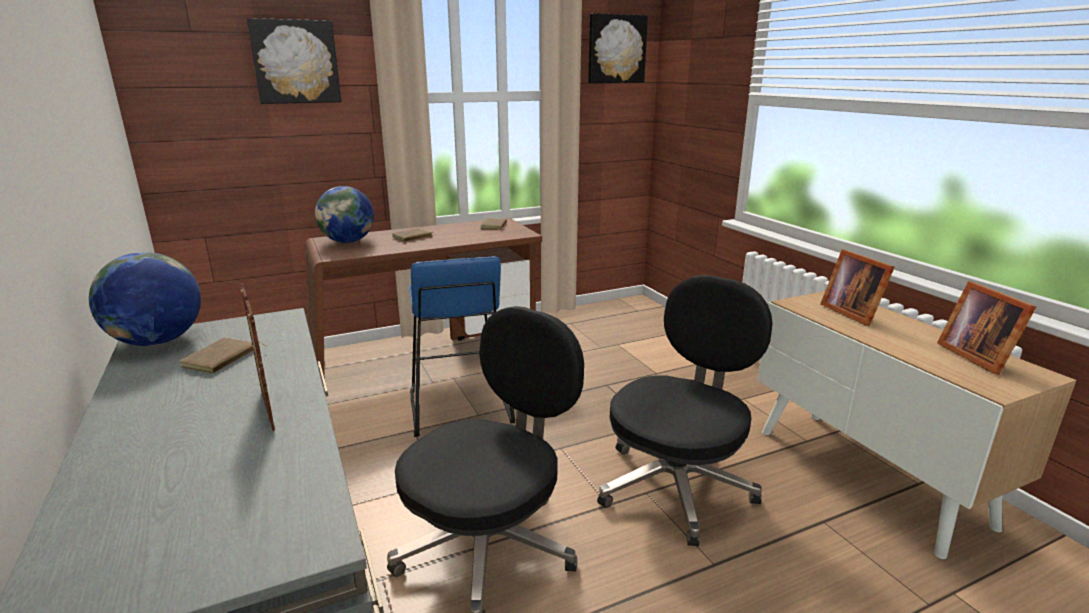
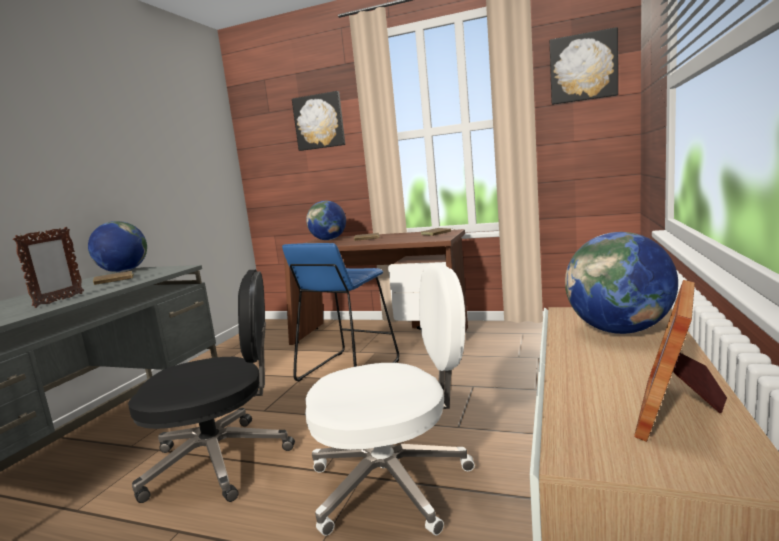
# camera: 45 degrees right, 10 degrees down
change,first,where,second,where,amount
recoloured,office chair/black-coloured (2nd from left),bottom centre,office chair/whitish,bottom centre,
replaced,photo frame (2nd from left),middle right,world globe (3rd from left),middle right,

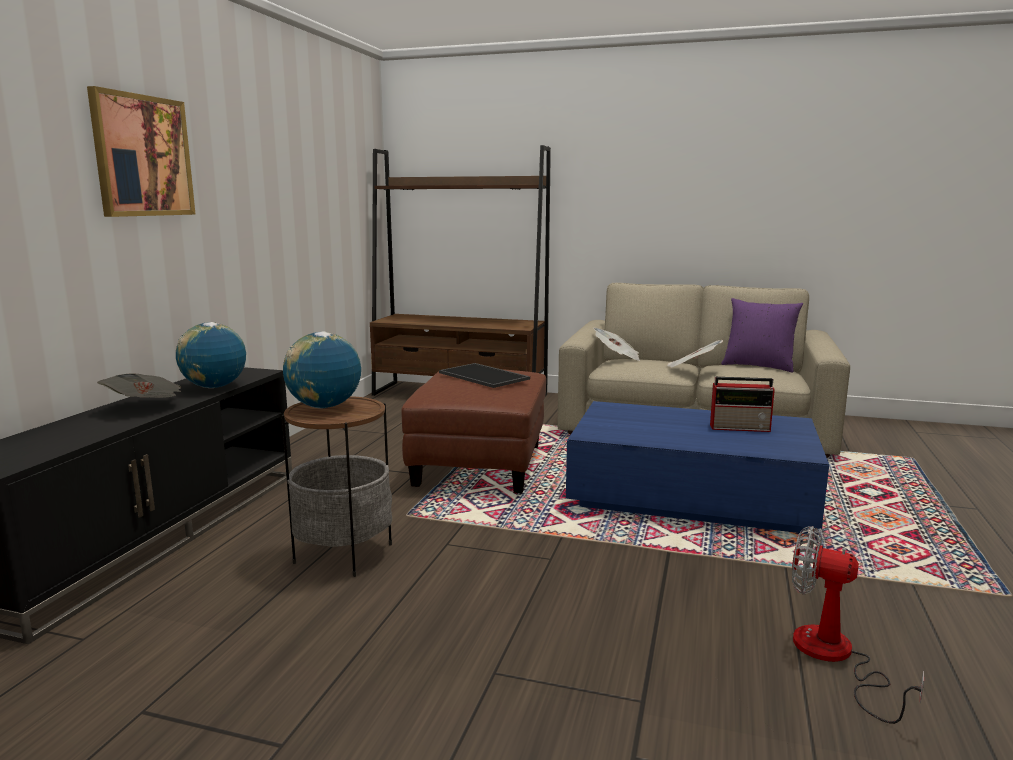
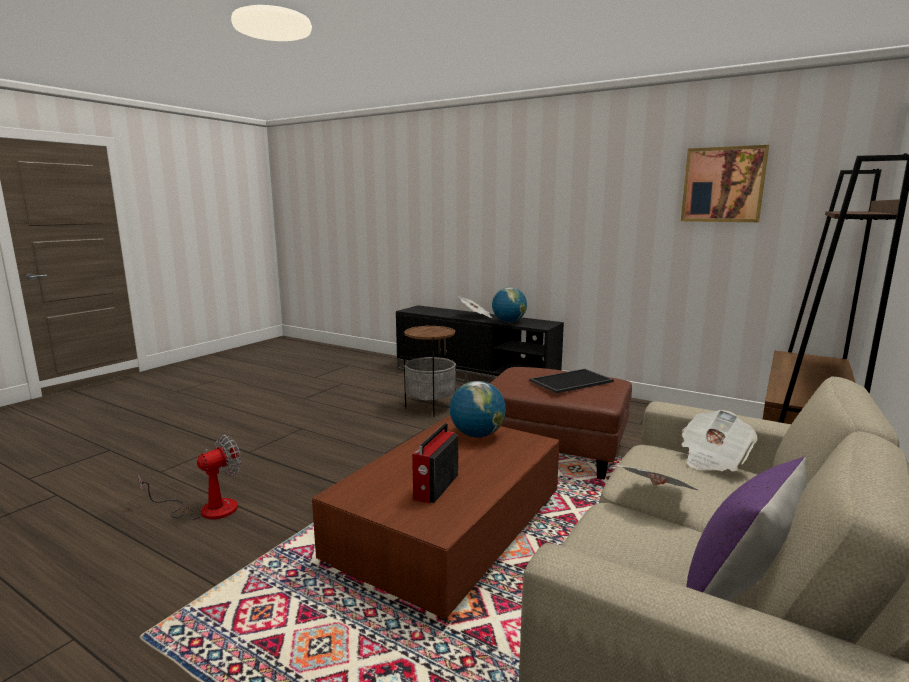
# camera: 105 degrees right, 0 degrees up
change,first,where,second,where,amount
moved,picture,top left,,top right,
moved,world globe (2nd from left in the first image),middle left,world globe (1st from left),centre,
recoloured,coffee table/bluish,middle right,coffee table/brown,bottom centre,

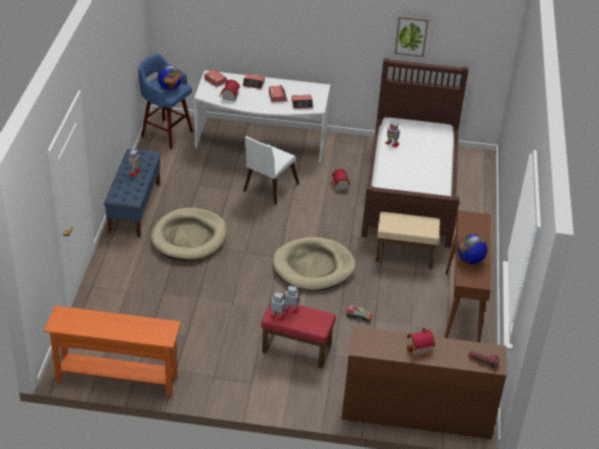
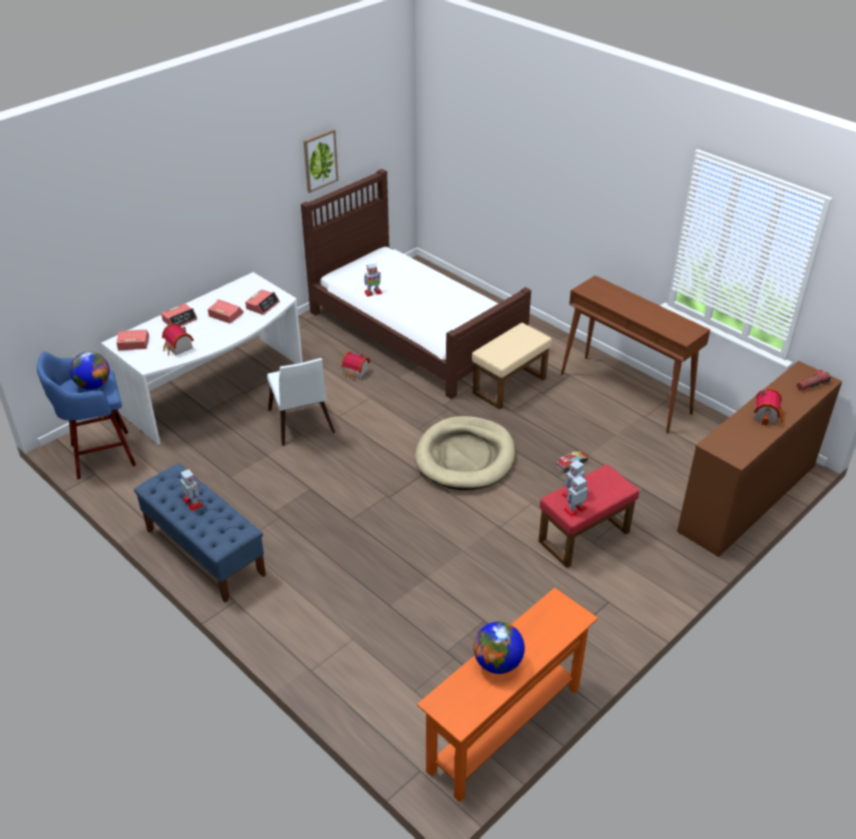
# camera: 50 degrees left, 0 degrees up
change,first,where,second,where,amount
removed,dog bed/beige-coloured (1st from left),middle left,,,
moved,world globe (2nd from left),middle right,,bottom centre,

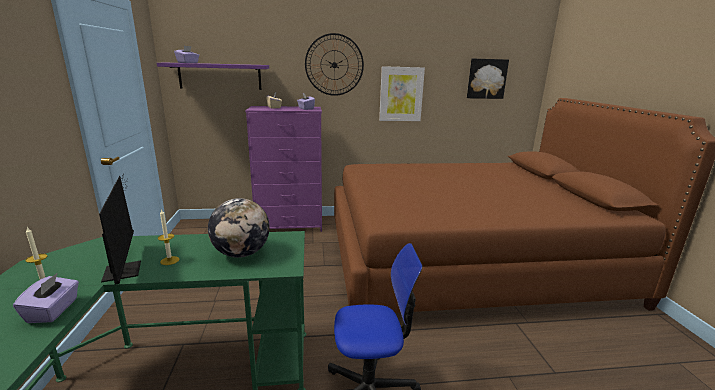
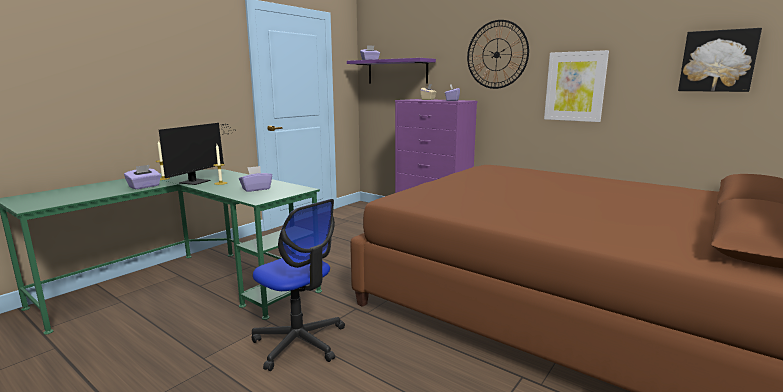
# camera: 45 degrees right, 5 degrees down
change,first,where,second,where,amount
replaced,world globe,centre,tissue box/purplish (2nd from left),middle left,

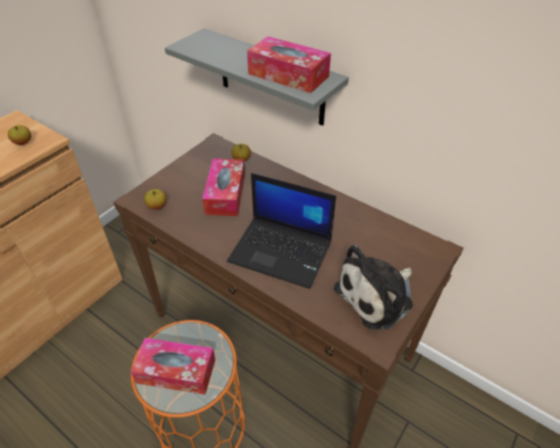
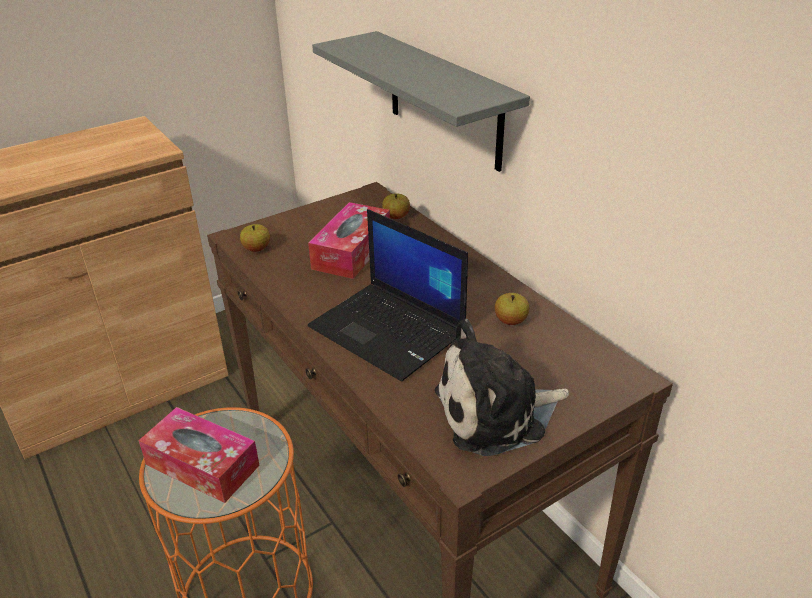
# camera: 20 degrees right, 10 degrees down
change,first,where,second,where,amount
moved,whole apple (1st from left in the first image),top left,whole apple (3rd from left),centre,
removed,tissue box (3rd from left),top centre,,,

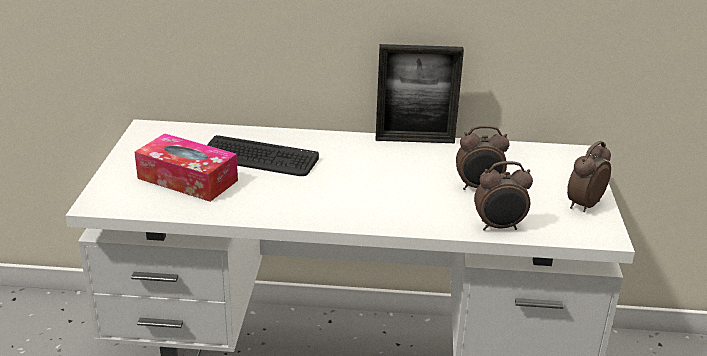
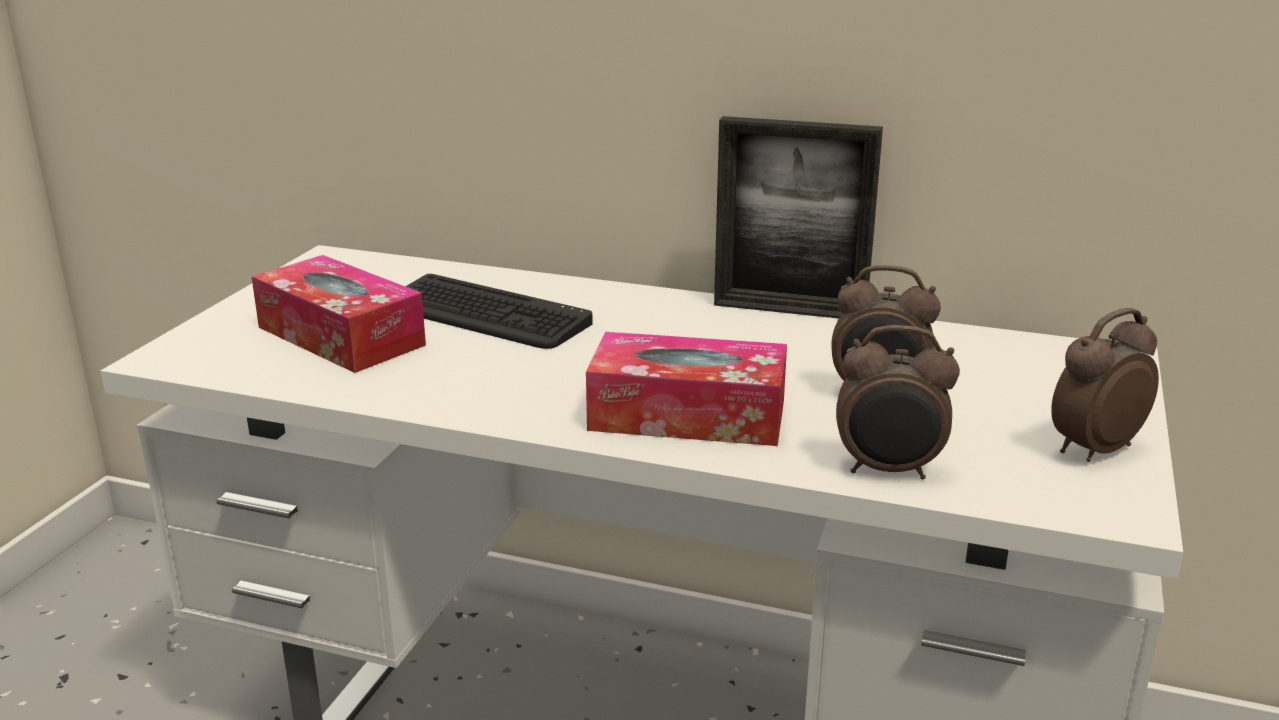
# camera: 15 degrees right, 5 degrees down
change,first,where,second,where,amount
added,,,tissue box (2nd from left),centre,

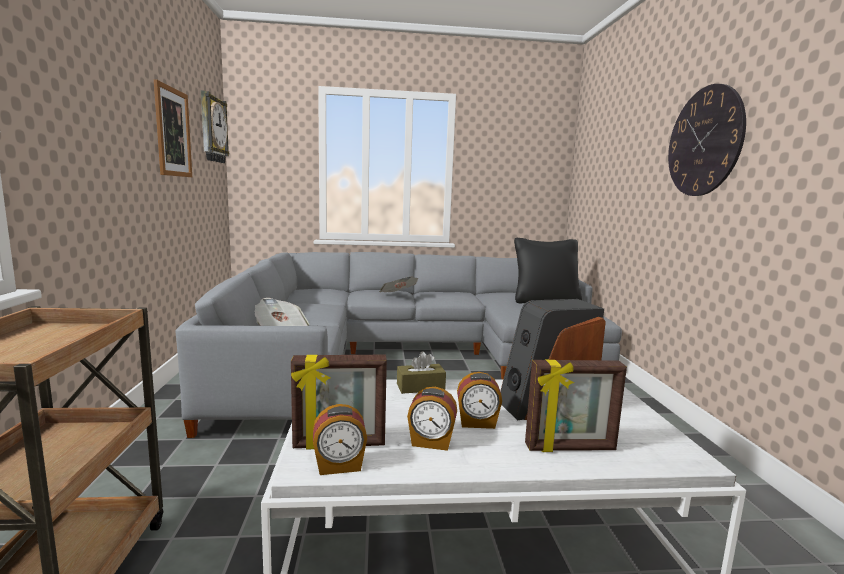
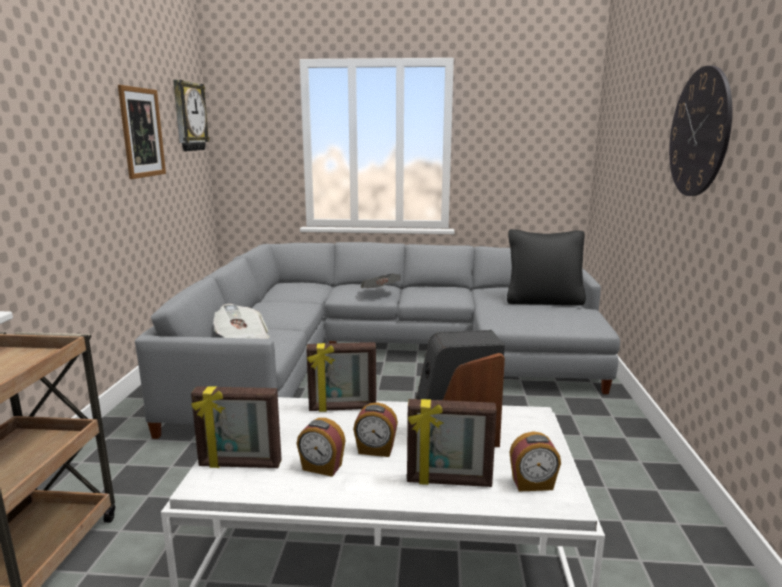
# camera: 10 degrees right, 5 degrees up
change,first,where,second,where,amount
moved,bedside clock (1st from left in the first image),bottom centre,bedside clock (3rd from left),bottom right,
replaced,tissue box/brown,centre,photo frame (2nd from left),centre,

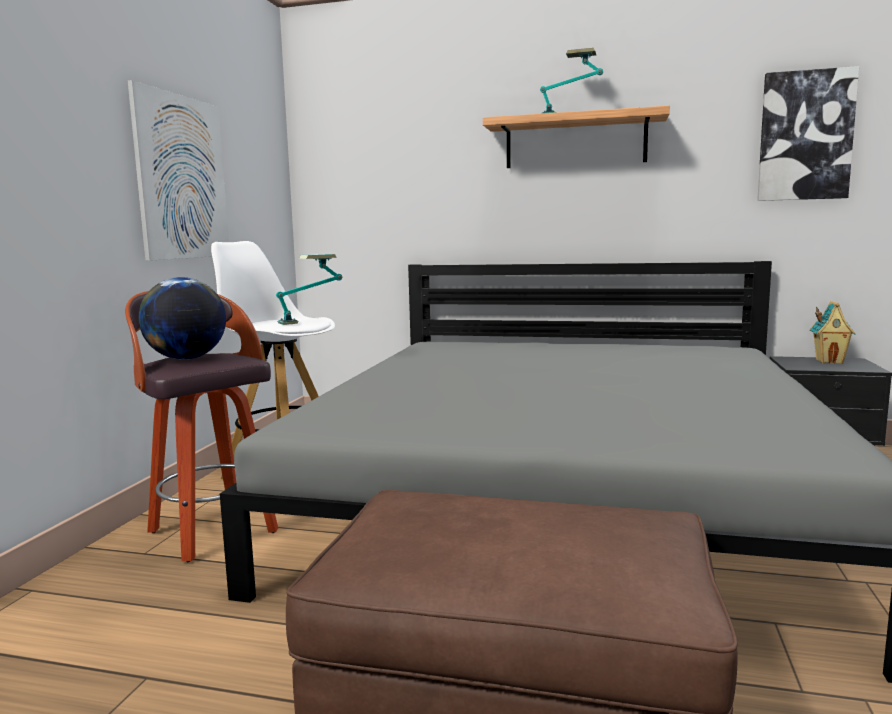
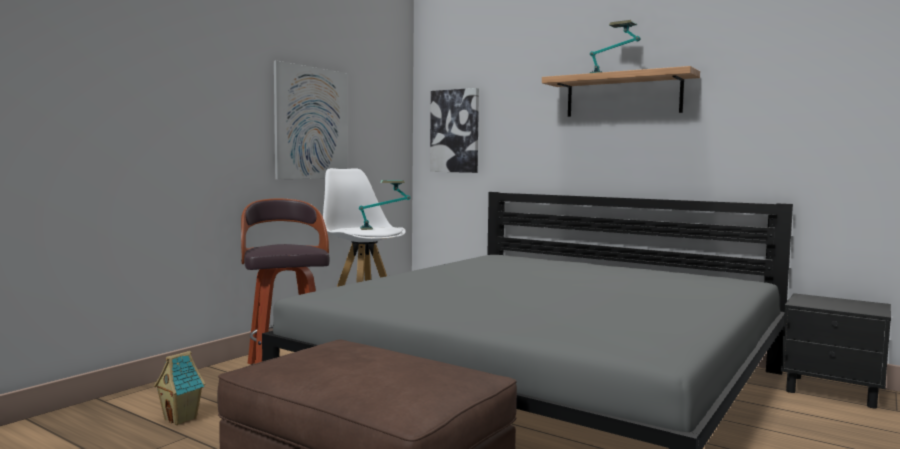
# camera: 20 degrees right, 5 degrees down
change,first,where,second,where,amount
removed,world globe,middle left,,,
moved,picture (2nd from left),top right,,top centre,
moved,miniature house,middle right,,bottom left,

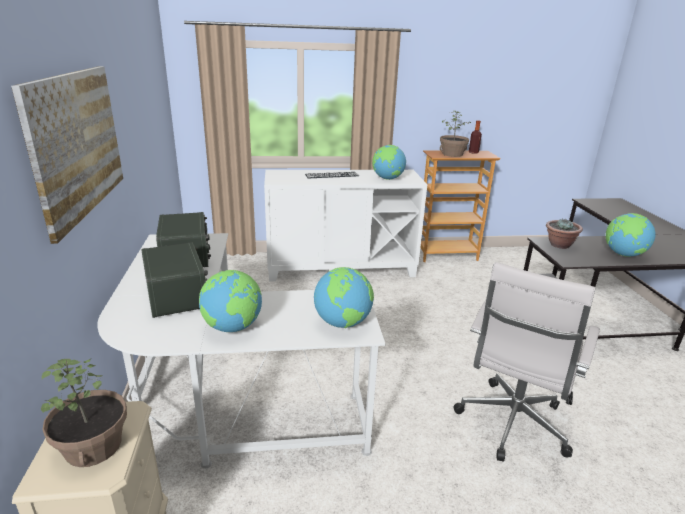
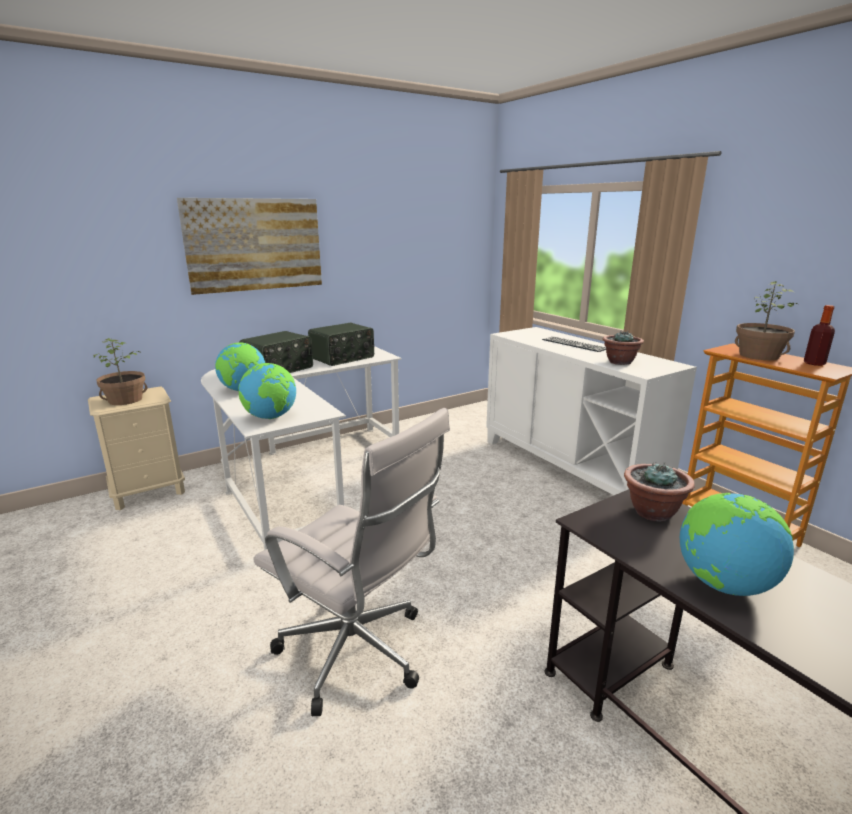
# camera: 65 degrees right, 5 degrees down
change,first,where,second,where,amount
replaced,world globe (3rd from left),top centre,plant in a pot (2nd from left),middle right,
turned,office chair/whitish,bottom right,,bottom centre,150 degrees counterclockwise

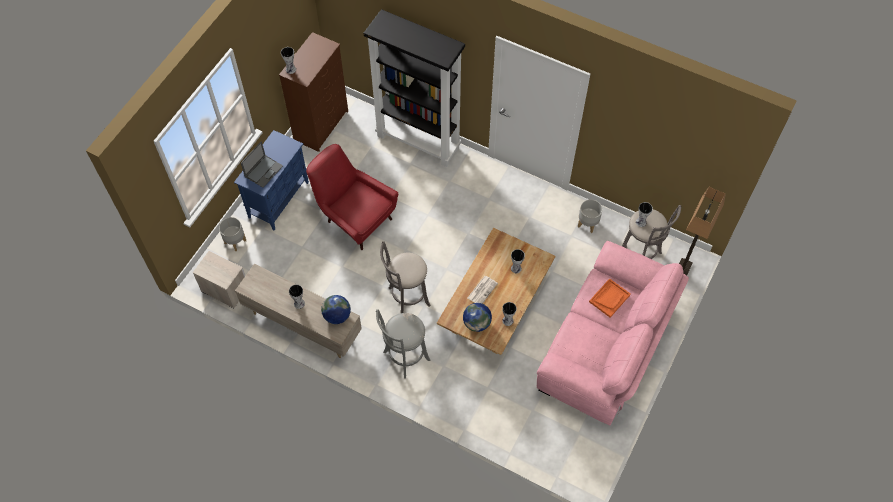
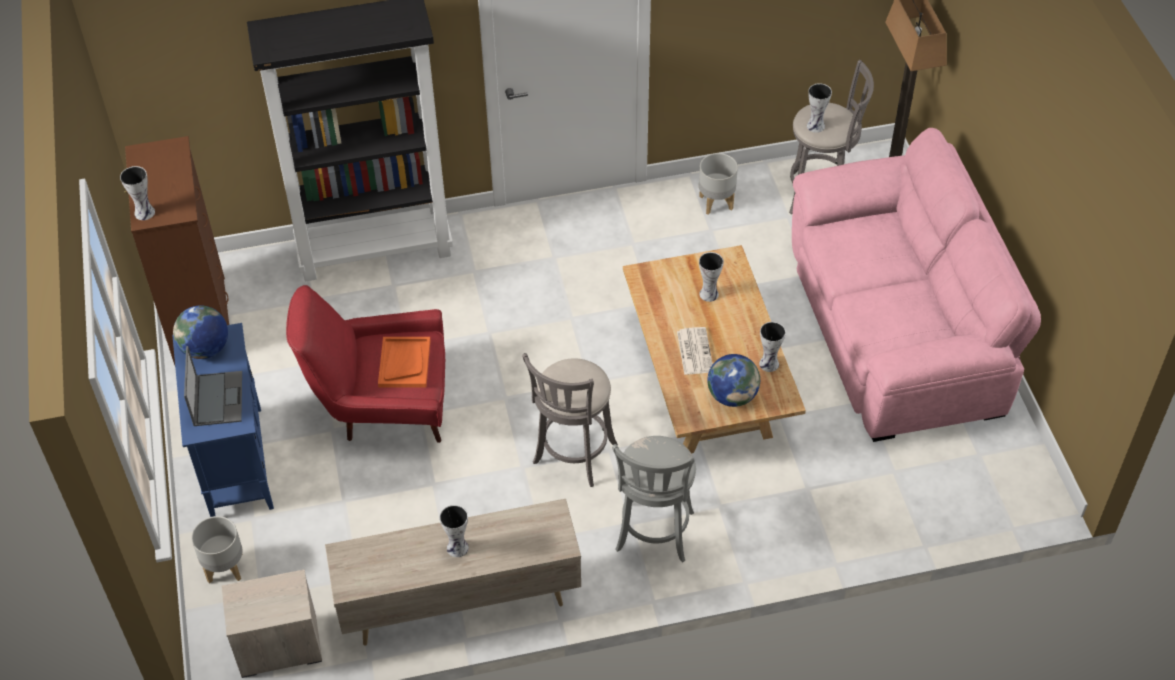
# camera: 40 degrees left, 10 degrees down
change,first,where,second,where,amount
moved,world globe (1st from left),centre,,middle left,
moved,serving tray/orangey,middle right,,centre,

